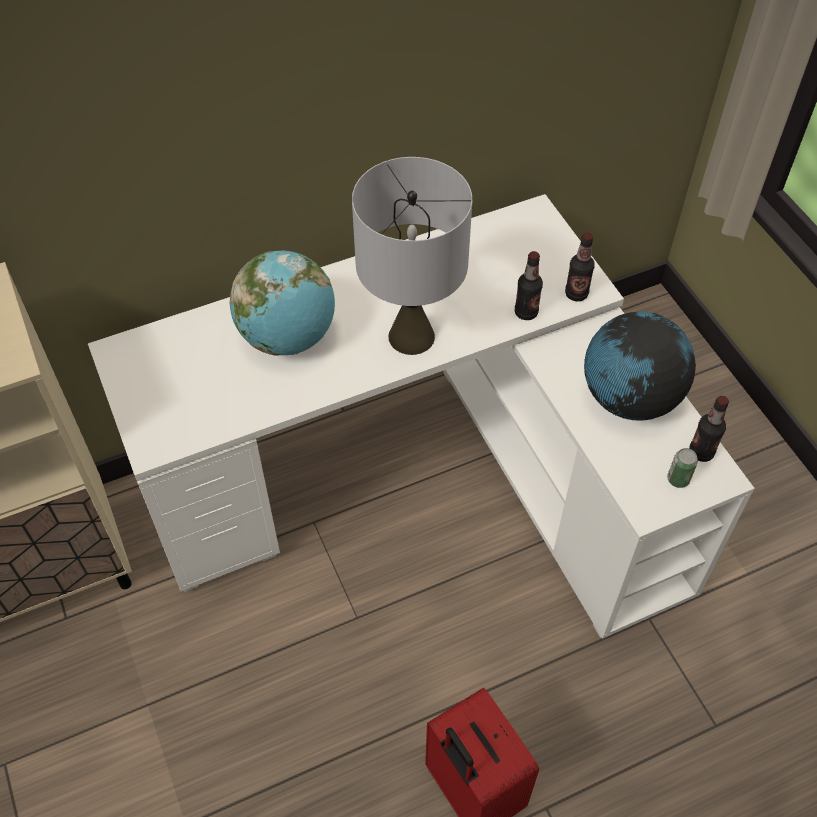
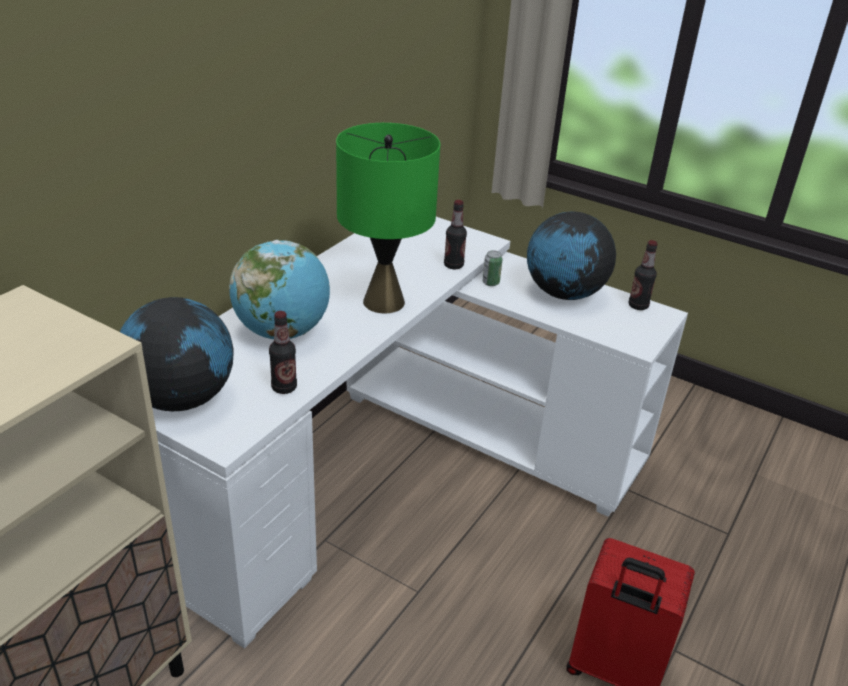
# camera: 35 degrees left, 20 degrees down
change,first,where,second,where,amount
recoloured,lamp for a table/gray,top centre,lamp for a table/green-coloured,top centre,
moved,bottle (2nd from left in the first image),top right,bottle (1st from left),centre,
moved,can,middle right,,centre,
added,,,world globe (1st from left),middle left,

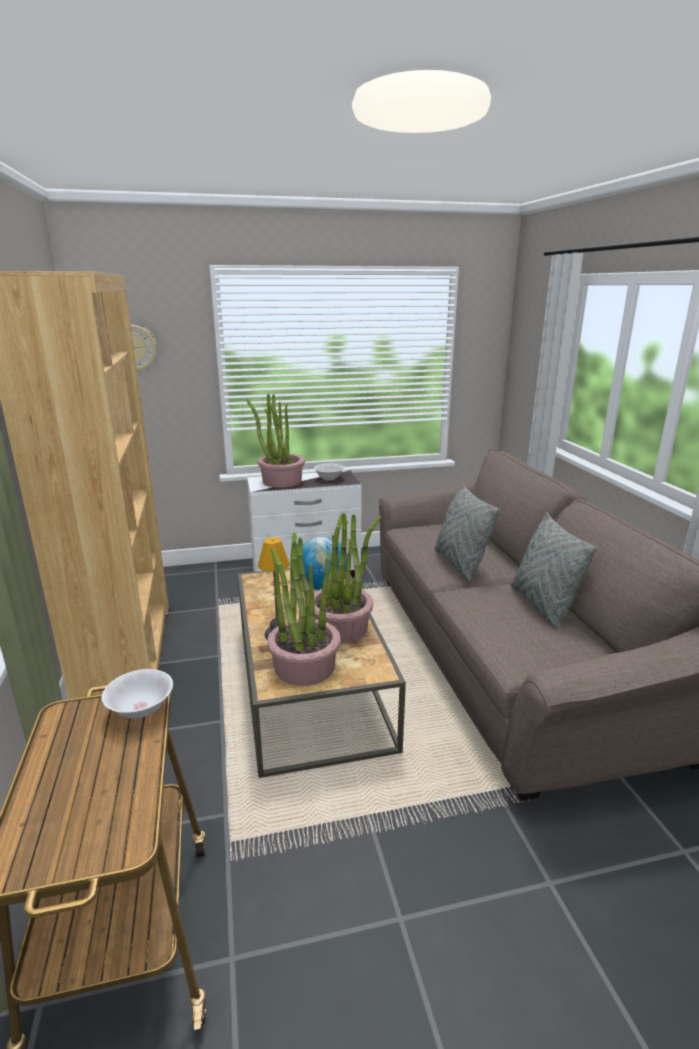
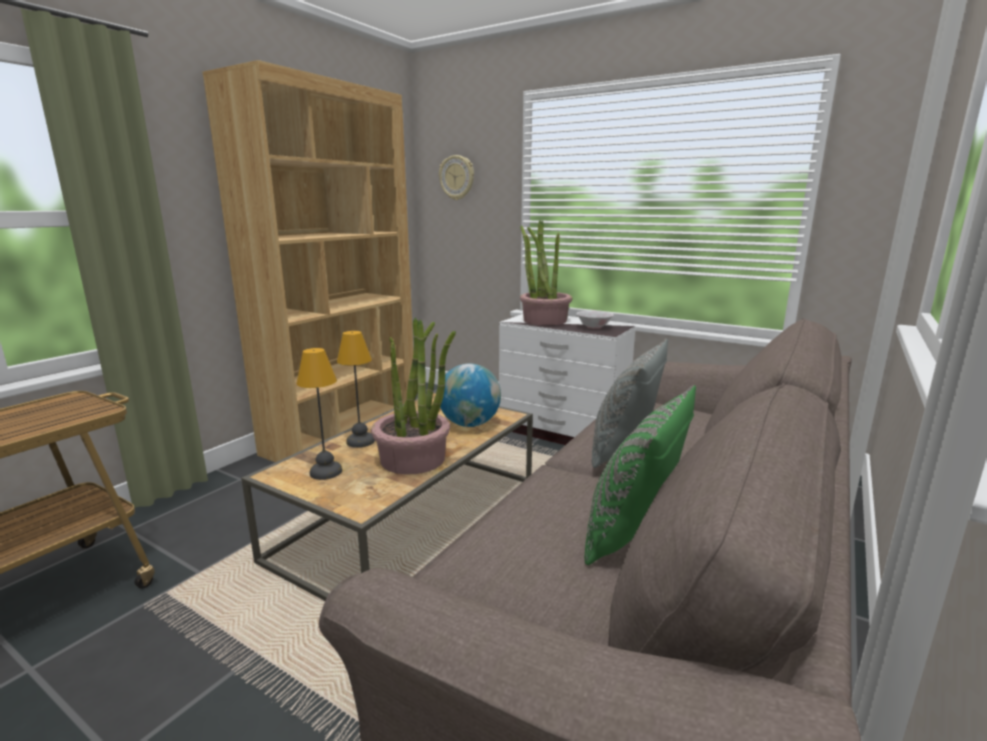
# camera: 45 degrees right, 5 degrees down
change,first,where,second,where,amount
removed,serving bowl/whitish (1st from left),middle left,,,
replaced,plant in a pot (2nd from left),centre,lamp for a table (1st from left),middle left,
recoloured,cushion/gray (2nd from left),middle right,cushion/green-coloured,centre,

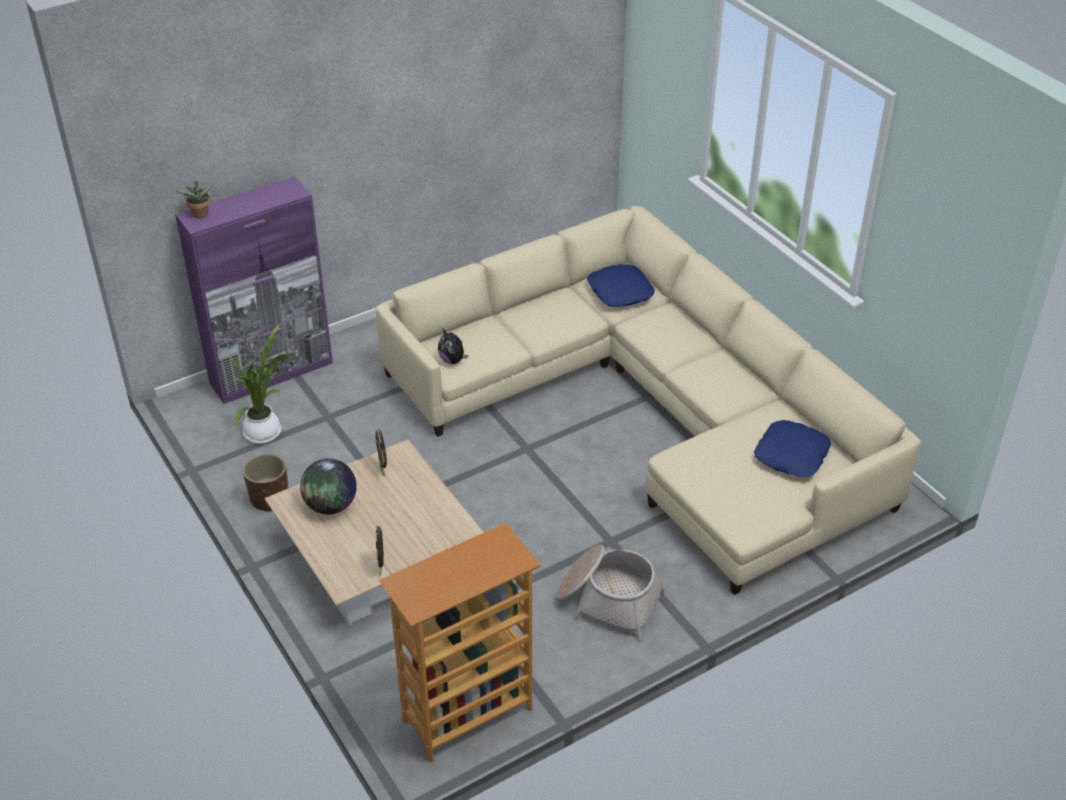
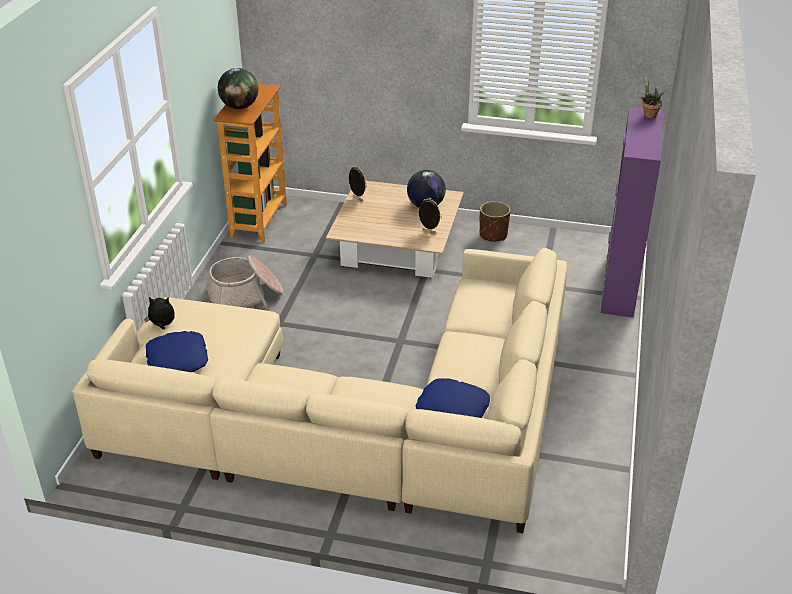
# camera: 135 degrees right, 5 degrees down
change,first,where,second,where,amount
removed,plant in a pot (2nd from left),middle left,,,
moved,cuddly toy,centre,,middle left,
added,,,world globe (1st from left),top left,

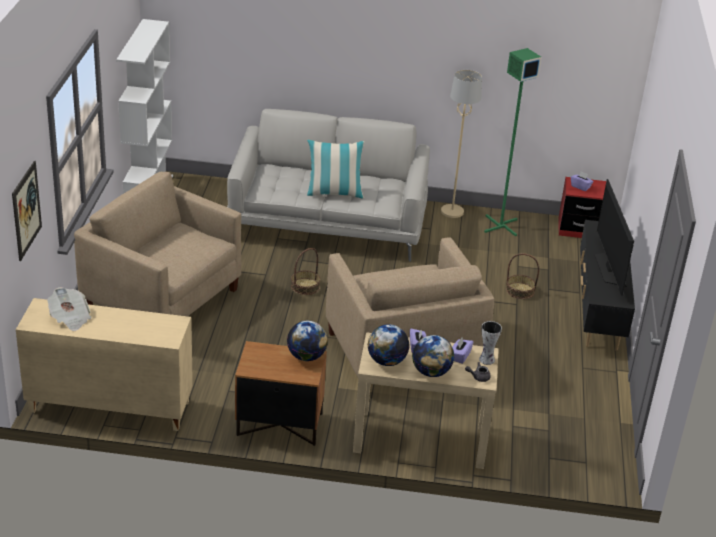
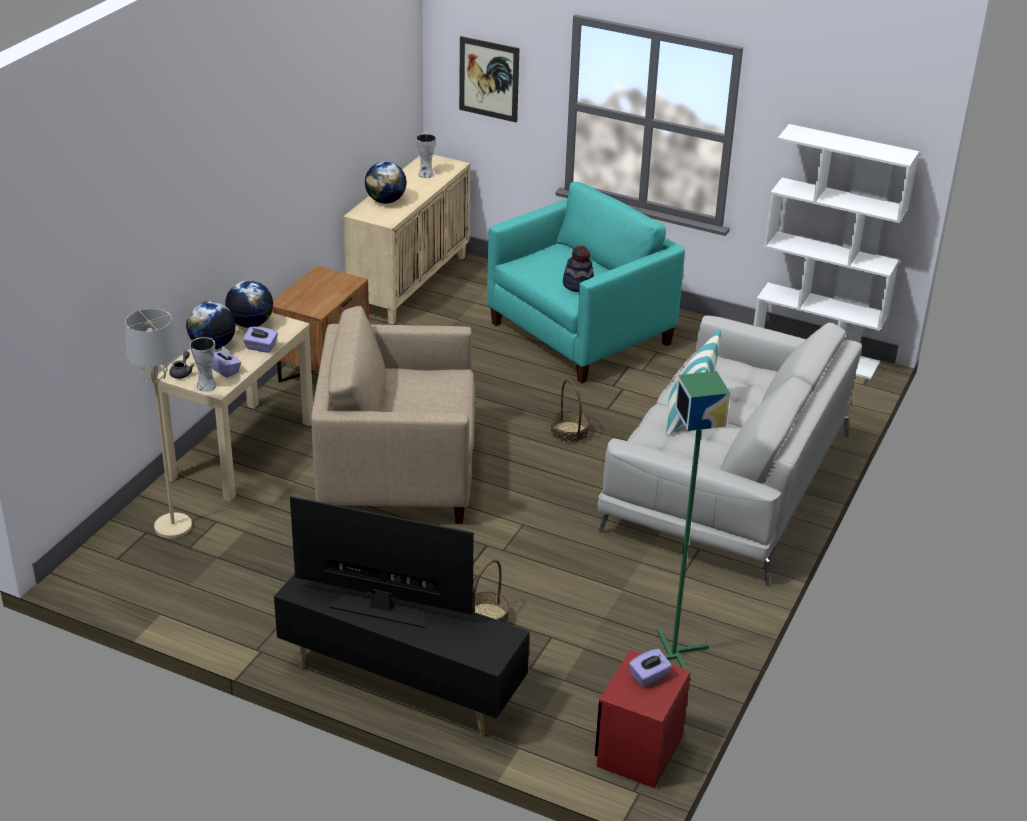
# camera: 110 degrees right, 0 degrees up
change,first,where,second,where,amount
replaced,daily paper,middle left,flower vase (2nd from left),top centre,
recoloured,armchair/beige-coloured (1st from left),middle left,armchair/turquoise-coloured,centre,
moved,world globe (1st from left in the first image),centre,world globe (3rd from left),top centre,
moved,floor lamp/beige-coloured,top centre,,middle left,
added,,,hat,top centre,

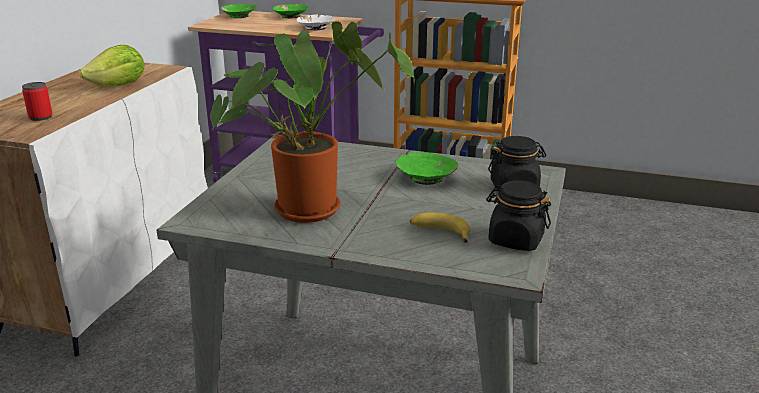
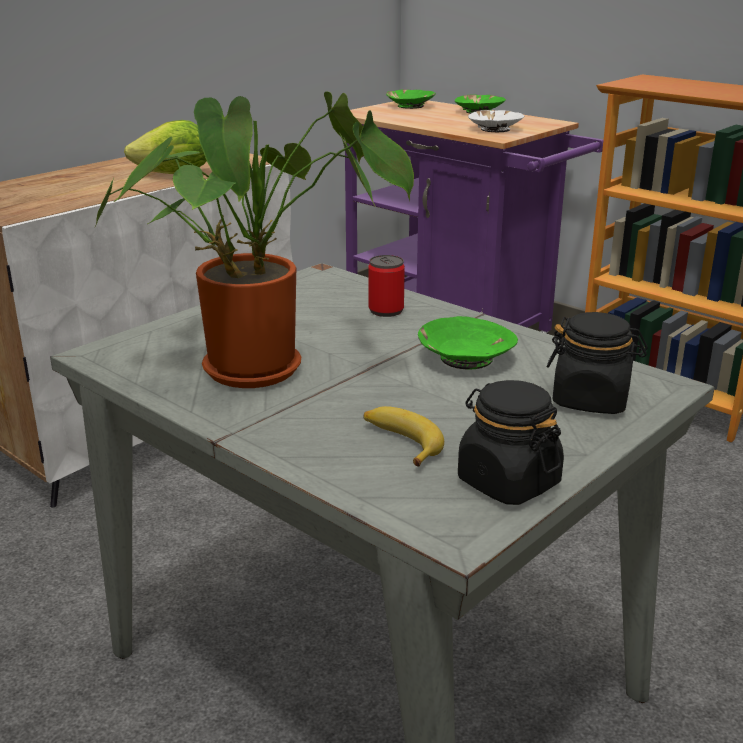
# camera: 25 degrees right, 0 degrees up
change,first,where,second,where,amount
moved,can,top left,,centre,

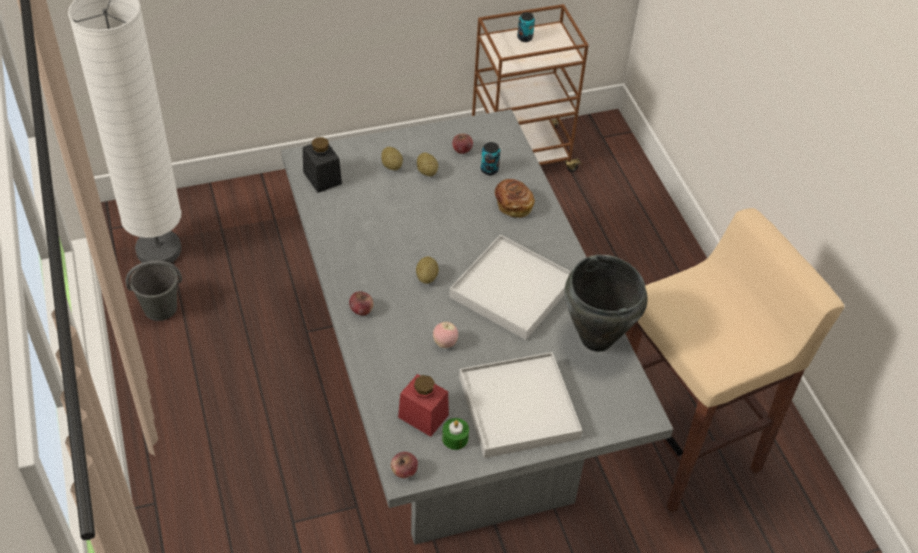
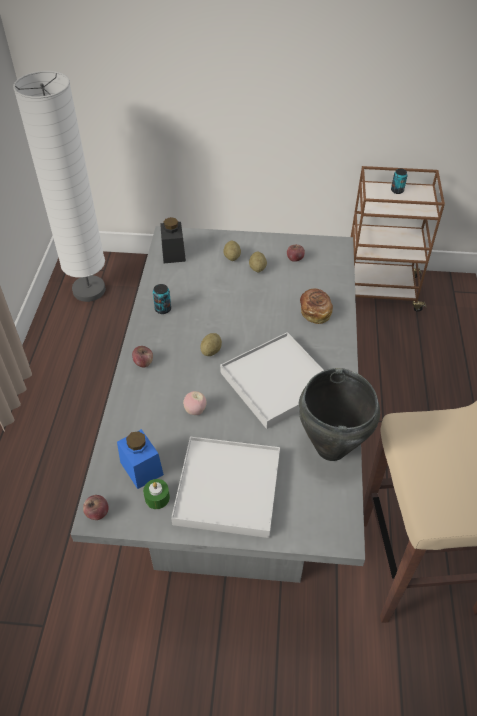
# camera: 25 degrees right, 0 degrees up
change,first,where,second,where,amount
removed,water bucket/gray,middle left,,,
recoloured,jar/red-coloured,bottom centre,jar/bluish,middle left,
moved,can (1st from left),top centre,,centre,

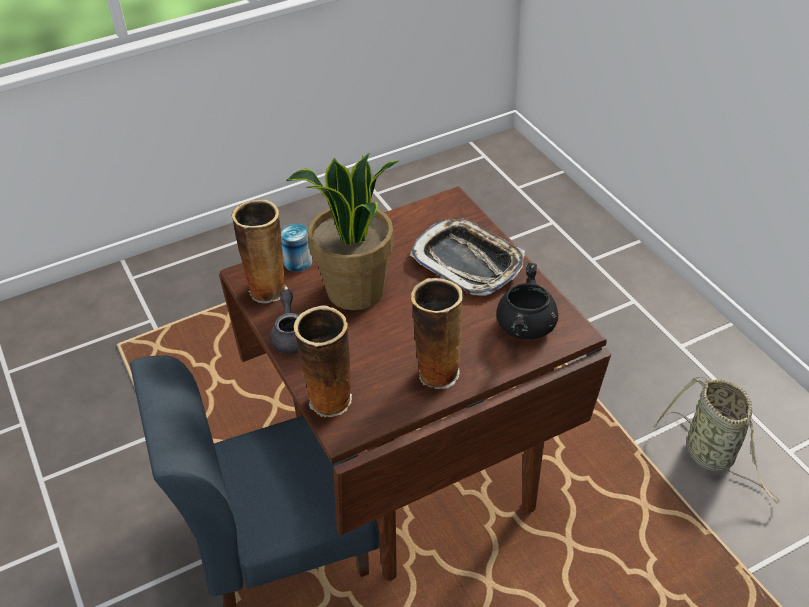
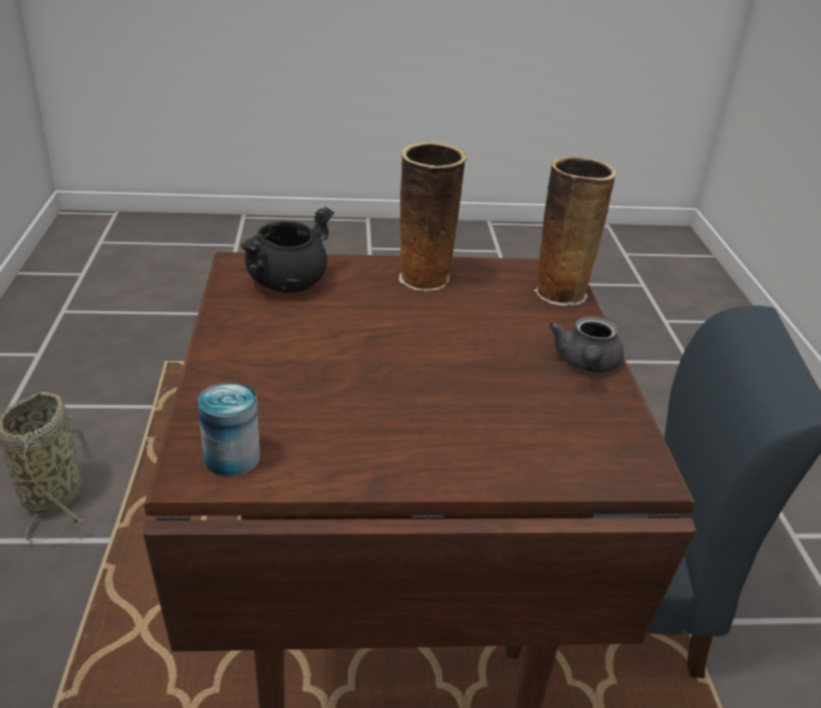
# camera: 160 degrees left, 10 degrees down
change,first,where,second,where,amount
removed,flower vase (1st from left),middle left,,,
moved,can,centre,,middle left,
removed,plant in a pot,centre,,,
removed,serving tray,centre,,,

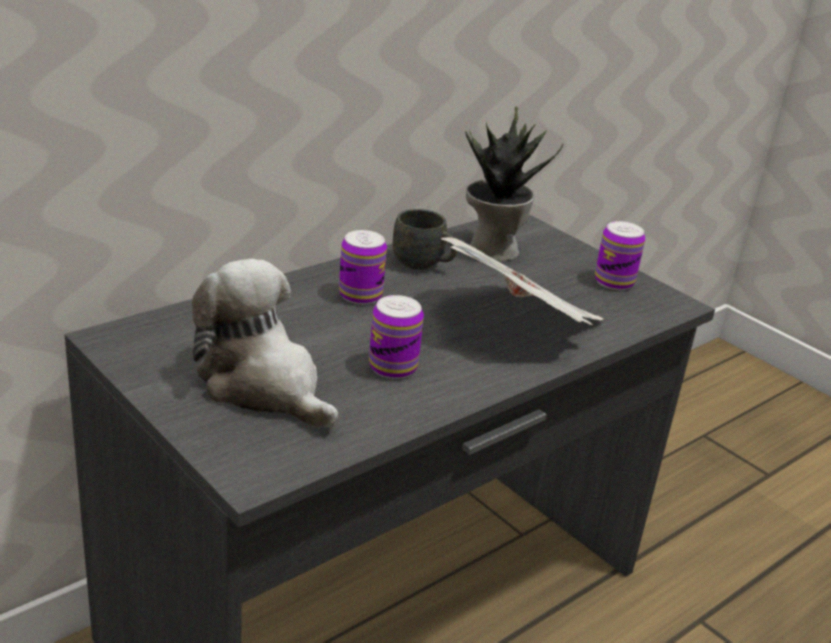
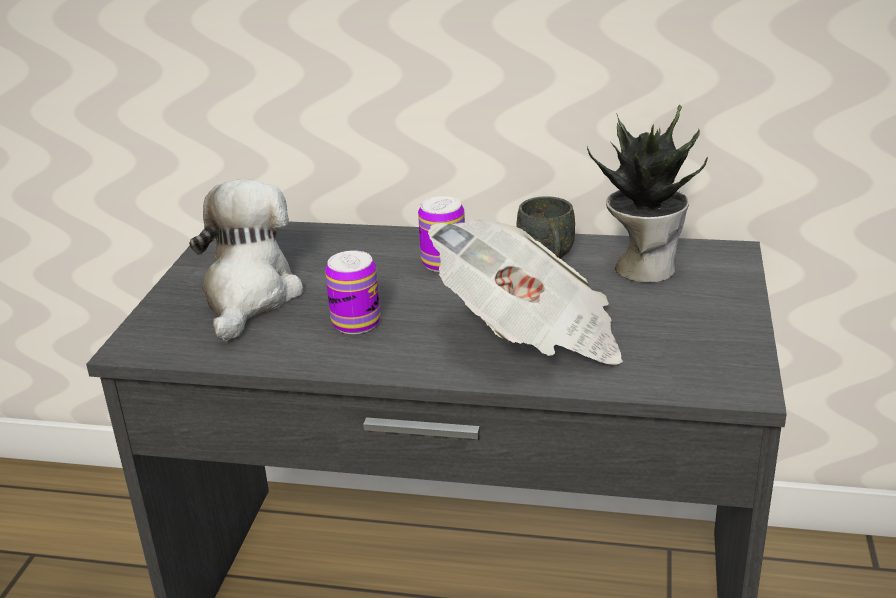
# camera: 55 degrees right, 0 degrees up
change,first,where,second,where,amount
removed,can (3rd from left),middle right,,,

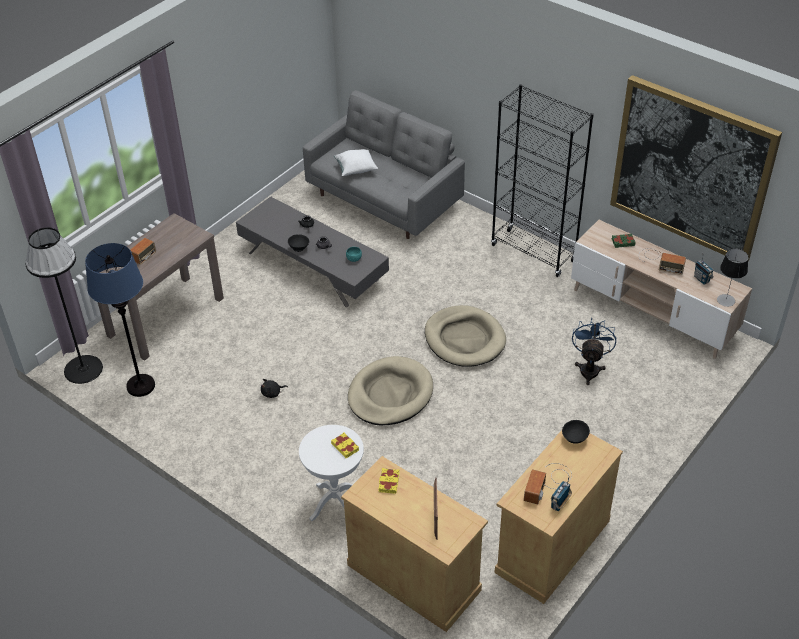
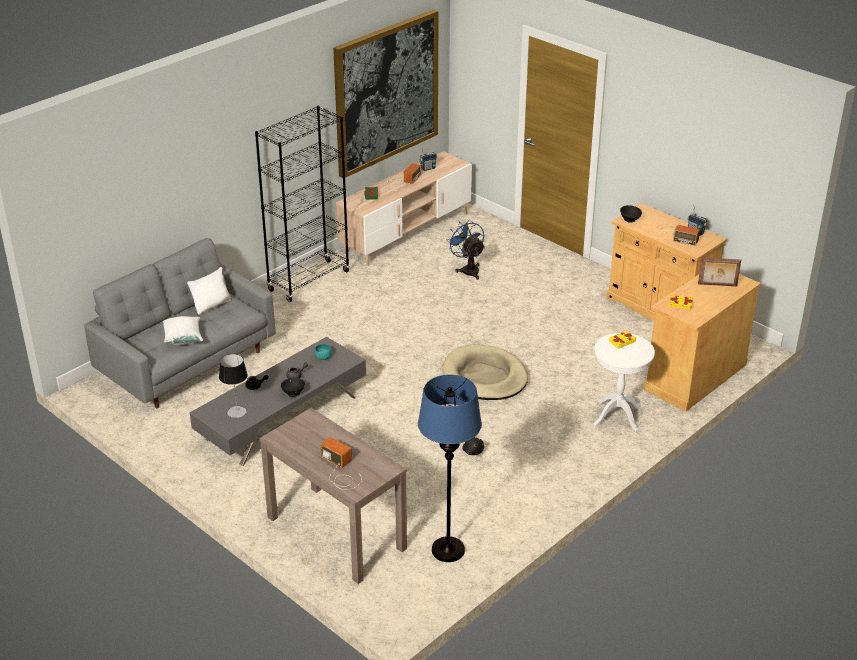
# camera: 85 degrees left, 10 degrees down
change,first,where,second,where,amount
removed,floor lamp/black-coloured,middle left,,,
removed,dog bed/beige-coloured (2nd from left),centre,,,
turned,cooling fan/bluish,middle right,,centre,45 degrees clockwise
moved,lamp for a table,middle right,,middle left,
added,,,cushion/whitish (2nd from left),middle left,

